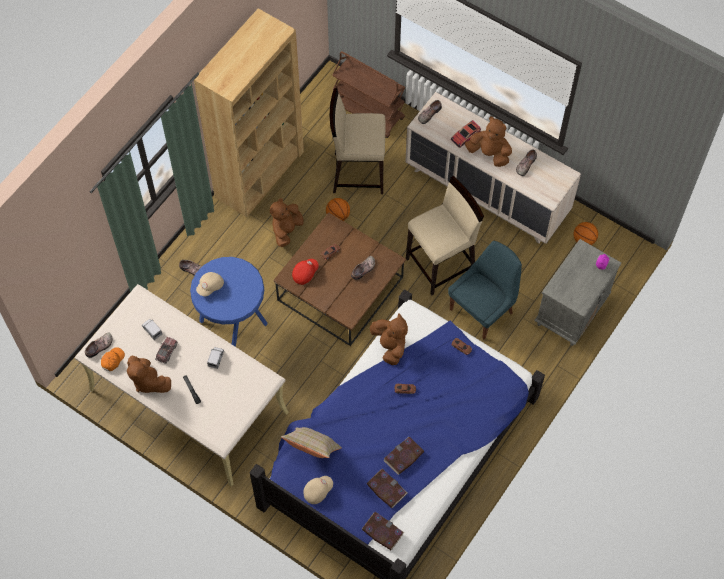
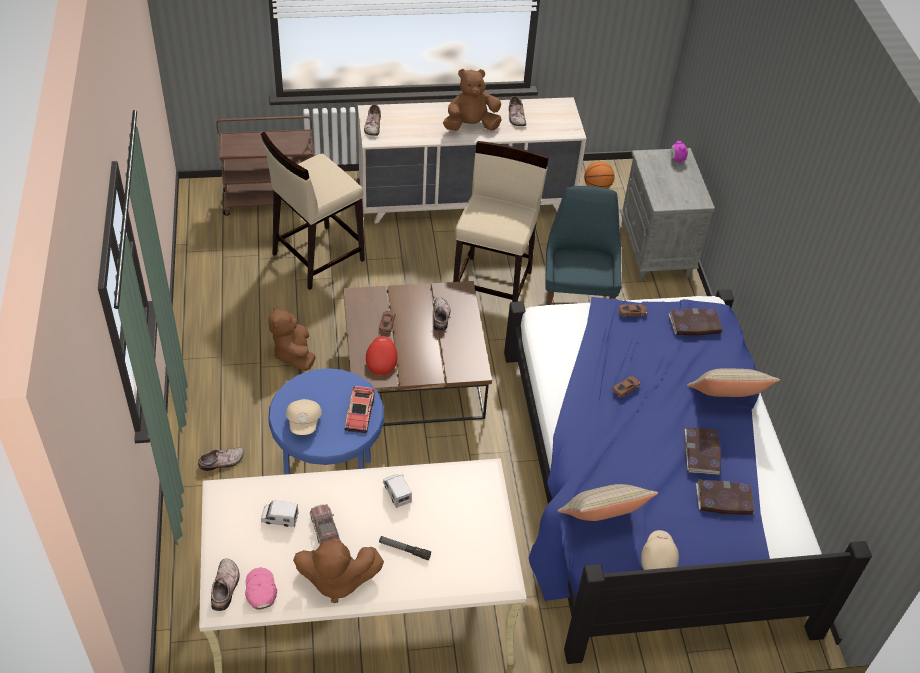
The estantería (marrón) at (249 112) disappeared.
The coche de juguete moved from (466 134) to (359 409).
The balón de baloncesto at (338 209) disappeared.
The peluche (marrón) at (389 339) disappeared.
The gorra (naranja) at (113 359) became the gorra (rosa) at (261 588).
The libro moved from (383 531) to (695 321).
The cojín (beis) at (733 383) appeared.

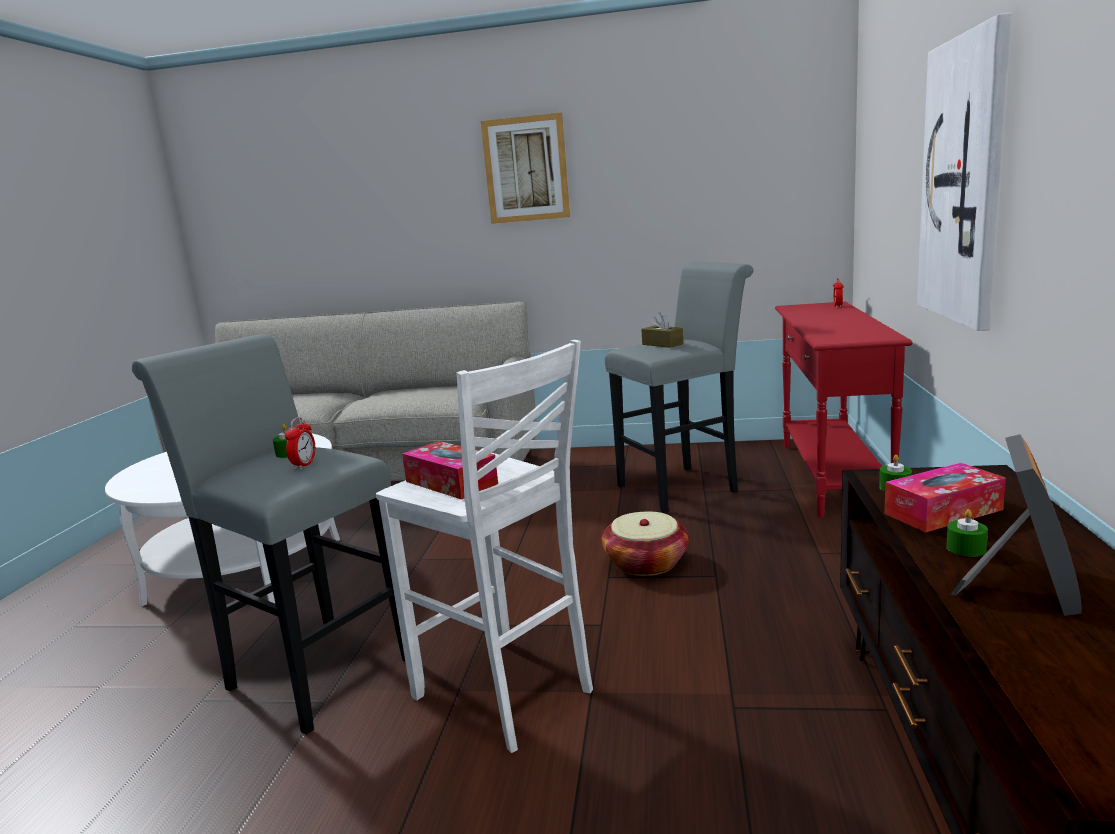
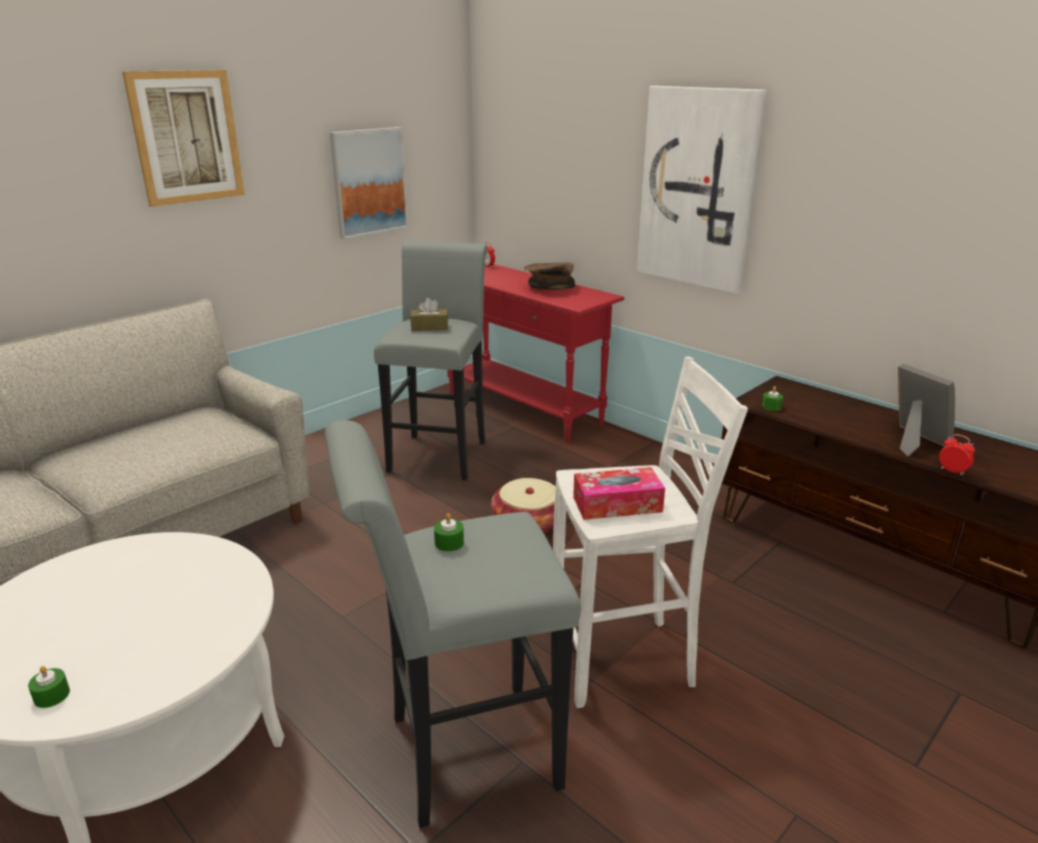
The despertador moved from (300 443) to (957 455).
The caja de pañuelos at (945 497) disappeared.
The vela (verde) moved from (967 533) to (49 687).
The cuadro at (368 183) appeared.
The cuenco (marrón) at (549 276) appeared.

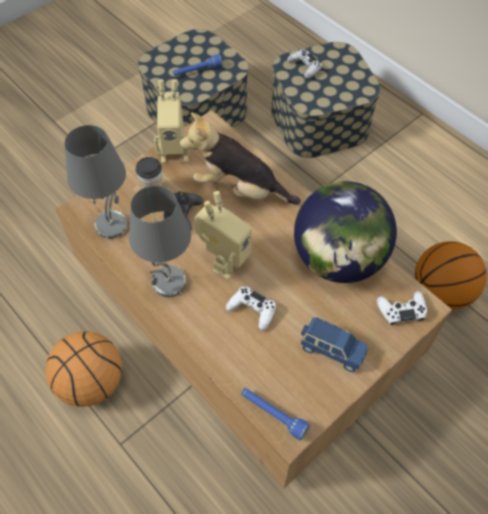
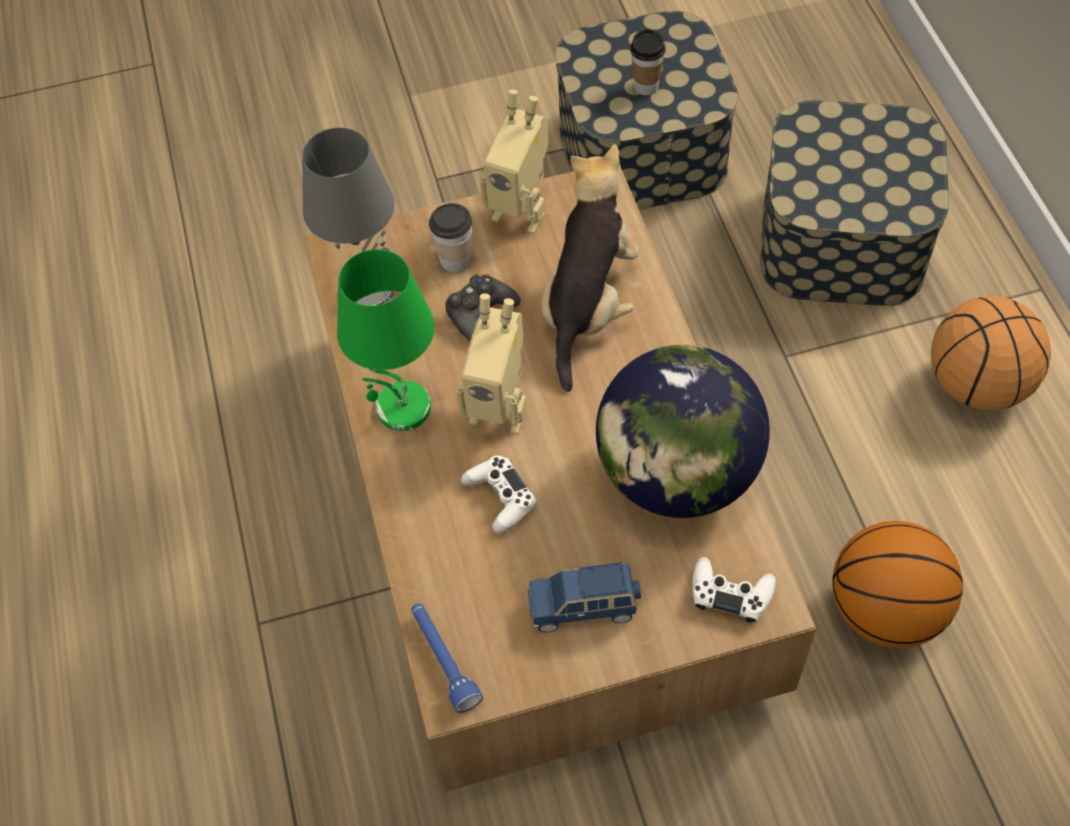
The mando de consola (blanco) at (305 64) disappeared.
The linterna (azul) at (197 65) was replaced by the taza at (648 62).
The peluche at (240 158) turned 60 degrees clockwise.
The lámpara de mesa (gris) at (160 241) became the lámpara de mesa (verde) at (386 340).
The robot de juguete at (223 235) turned 45 degrees clockwise.
The coche de juguete (azul) at (334 344) turned 120 degrees clockwise.
The balón de baloncesto moved from (83 369) to (991 353).

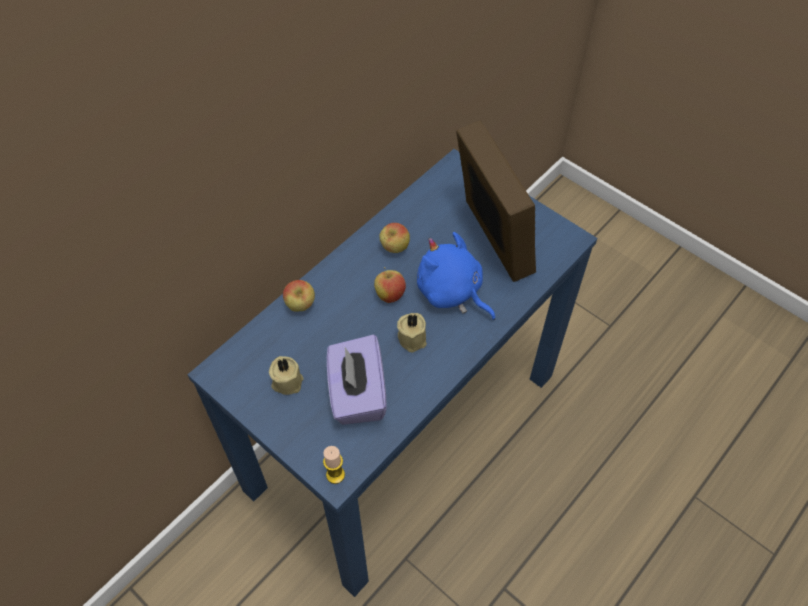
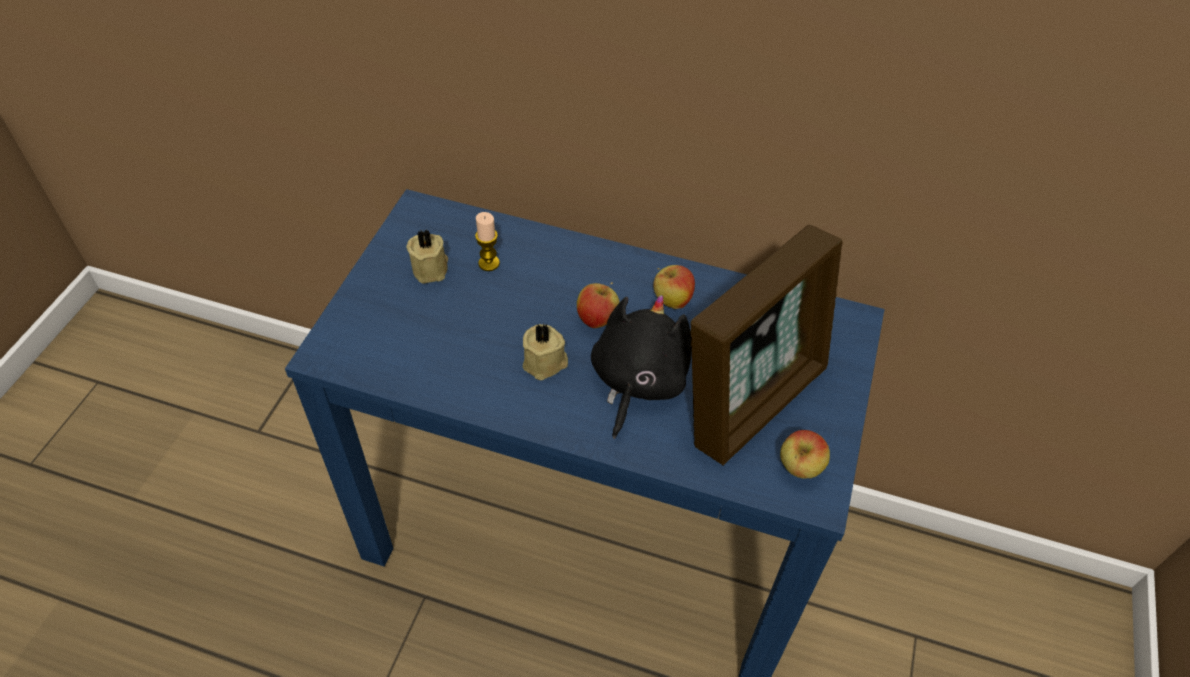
The peluche (azul) at (456 276) became the peluche (negro) at (641 367).
The manzana moved from (299 295) to (805 454).
The caja de pañuelos (morado) at (357 380) disappeared.
The vela moved from (334 465) to (487 241).

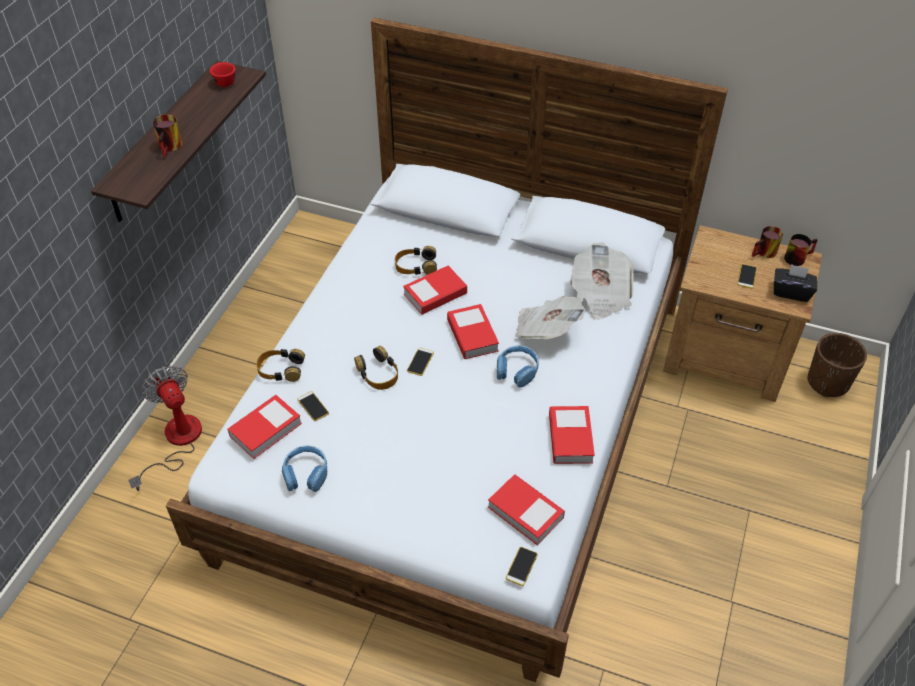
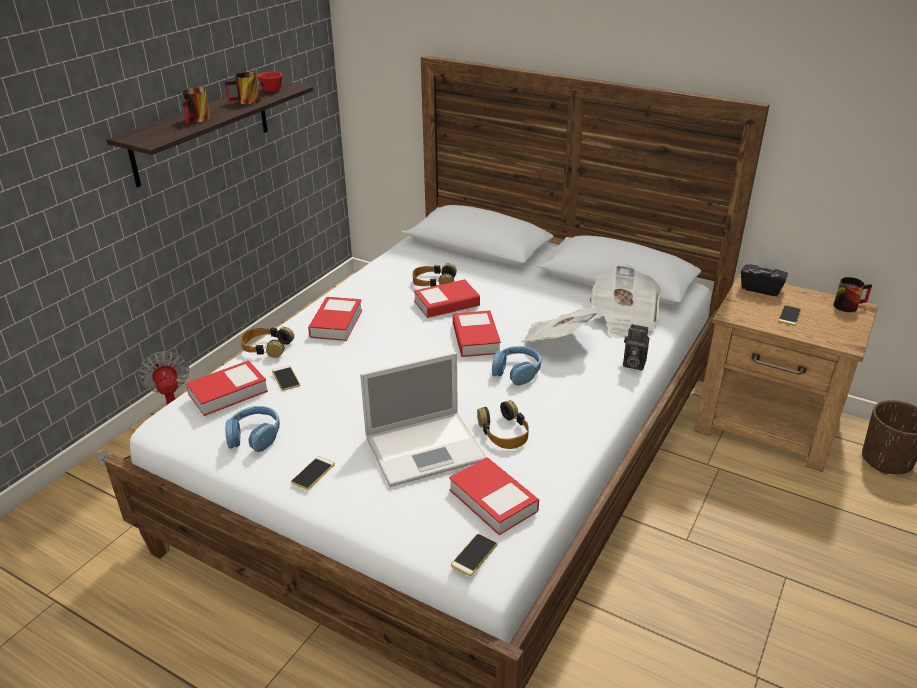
The taza grande moved from (767 242) to (242 88).
The caja de pañuelos (negro) moved from (795 283) to (764 276).
The auriculares moved from (376 368) to (503 424).
The móvil moved from (420 362) to (313 473).
The libro moved from (572 435) to (335 319).
The cámara at (636 347) appeared.
The portátil at (423 419) appeared.

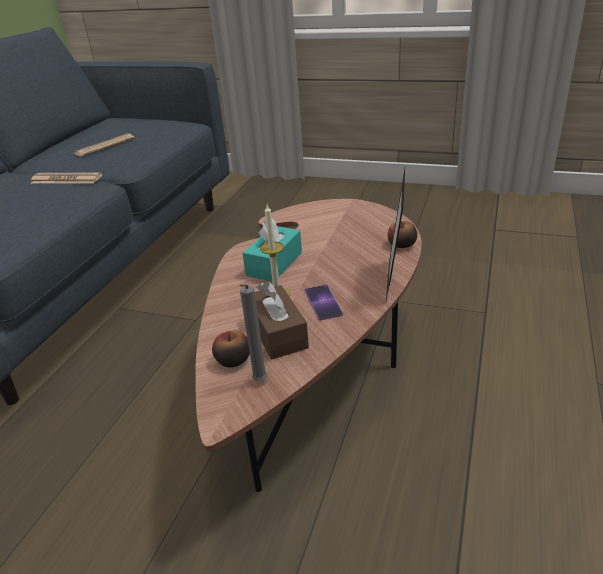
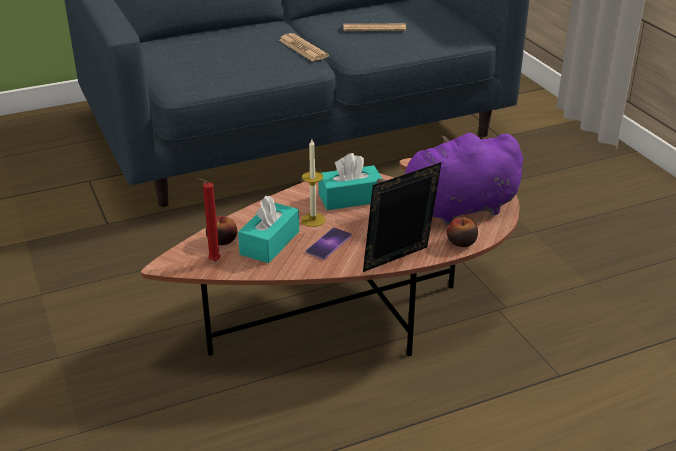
The caja de pañuelos (marrón) at (281 320) became the caja de pañuelos (turquesa) at (268 229).
The vela (gris) at (253 332) became the vela (rojo) at (209 219).
The peluche (morado) at (450 179) appeared.

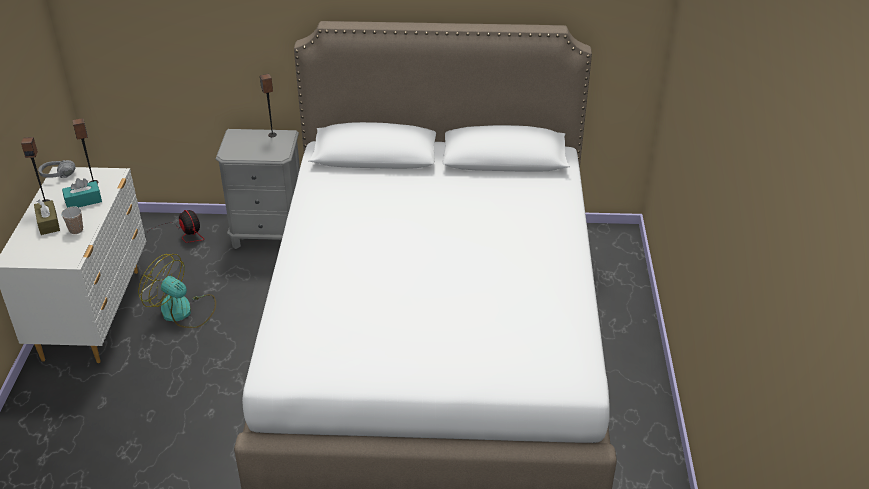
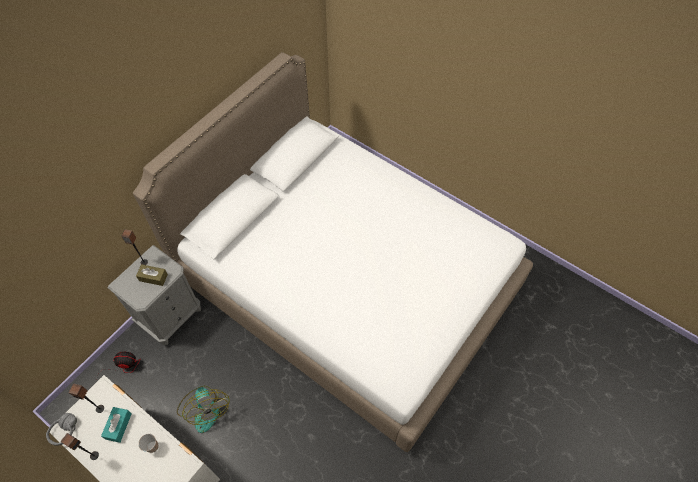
The caja de pañuelos (marrón) moved from (47 217) to (152 275).
The ventilador at (177 291) turned 90 degrees counterclockwise.

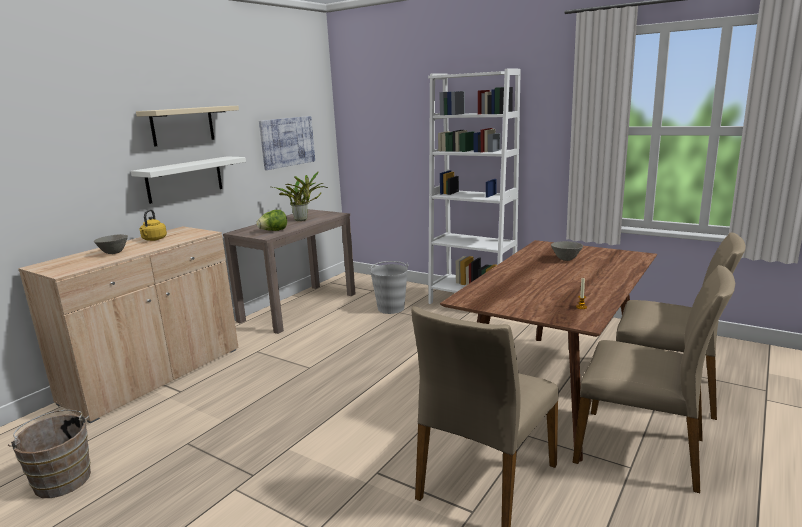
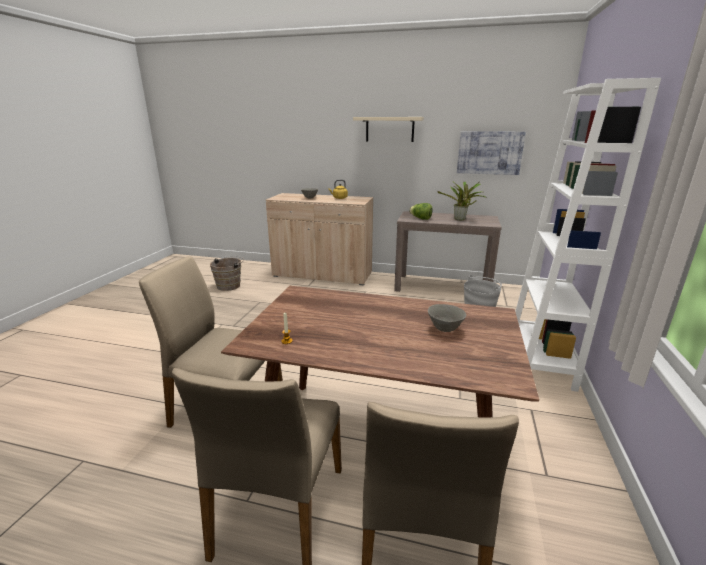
The estante (blanco) at (188 180) disappeared.

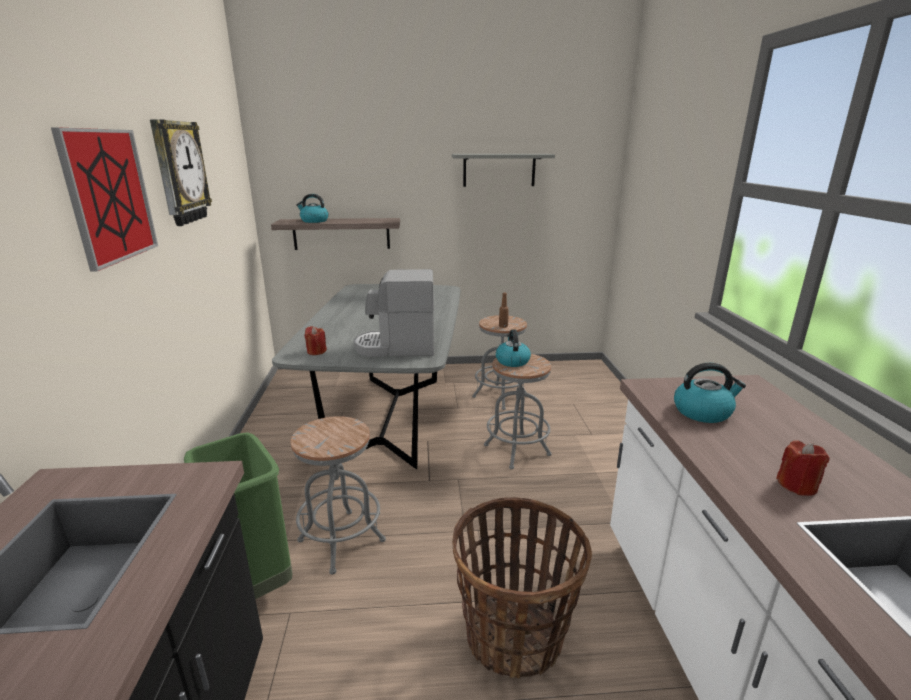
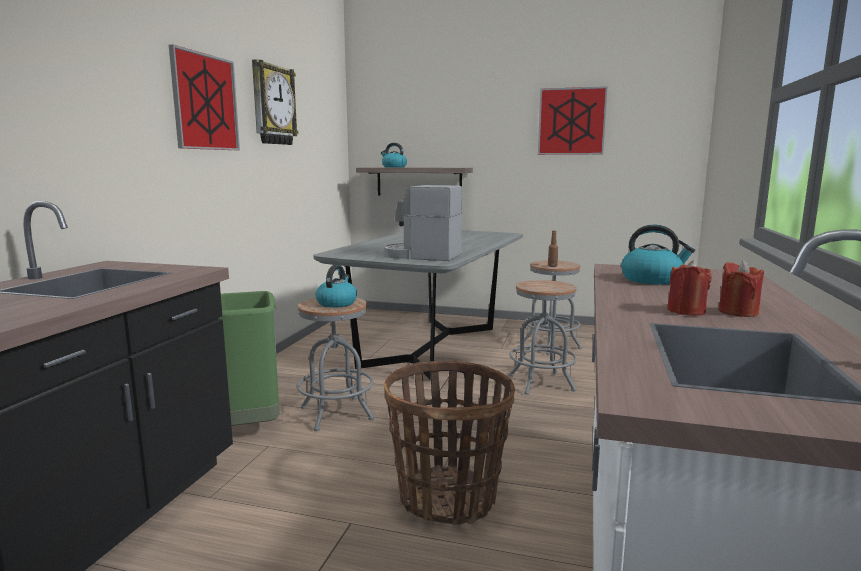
The estante (gris) at (503 170) was replaced by the cuadro at (572 120).
The vela (rojo) moved from (316 340) to (741 288).
The hervidor moved from (513 348) to (336 286).

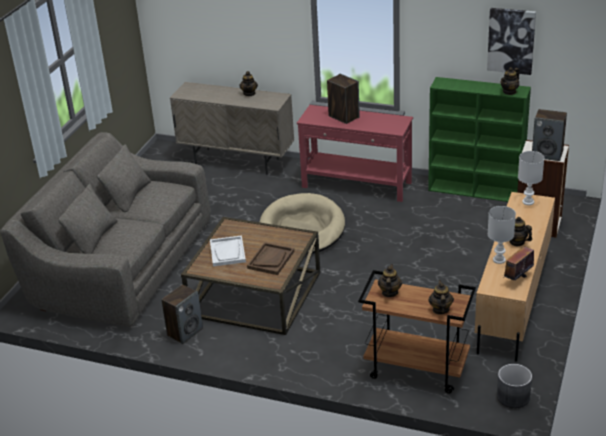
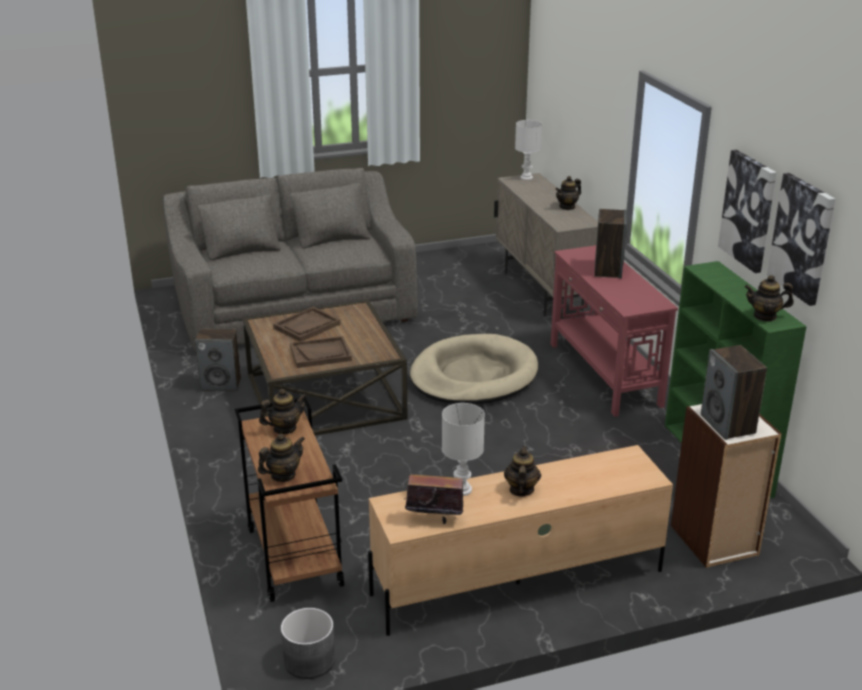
The lámpara de mesa (blanco) moved from (531 178) to (528 150).
The bandeja (blanco) at (228 250) became the bandeja (marrón) at (306 324).
The cuadro at (747 211) appeared.

